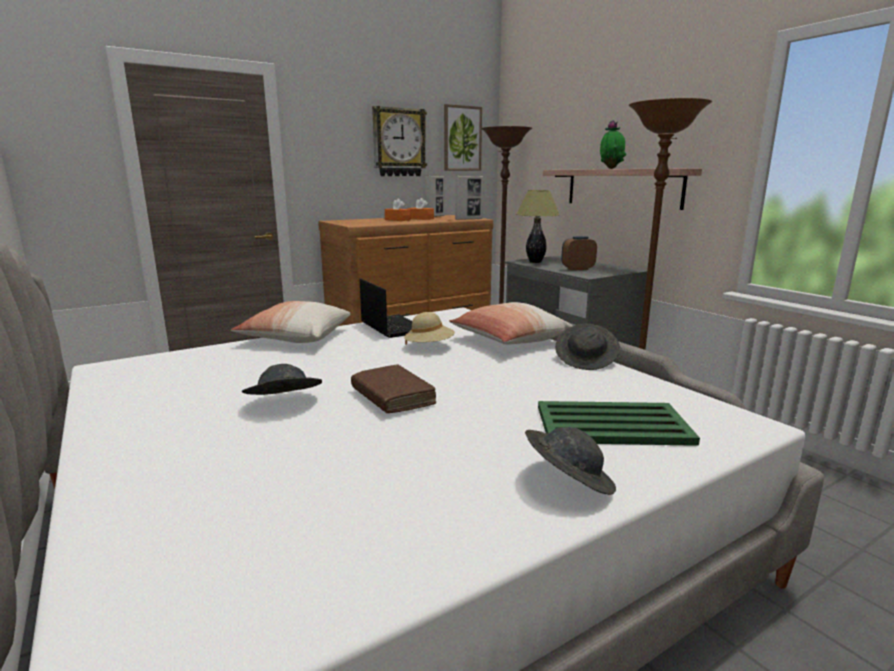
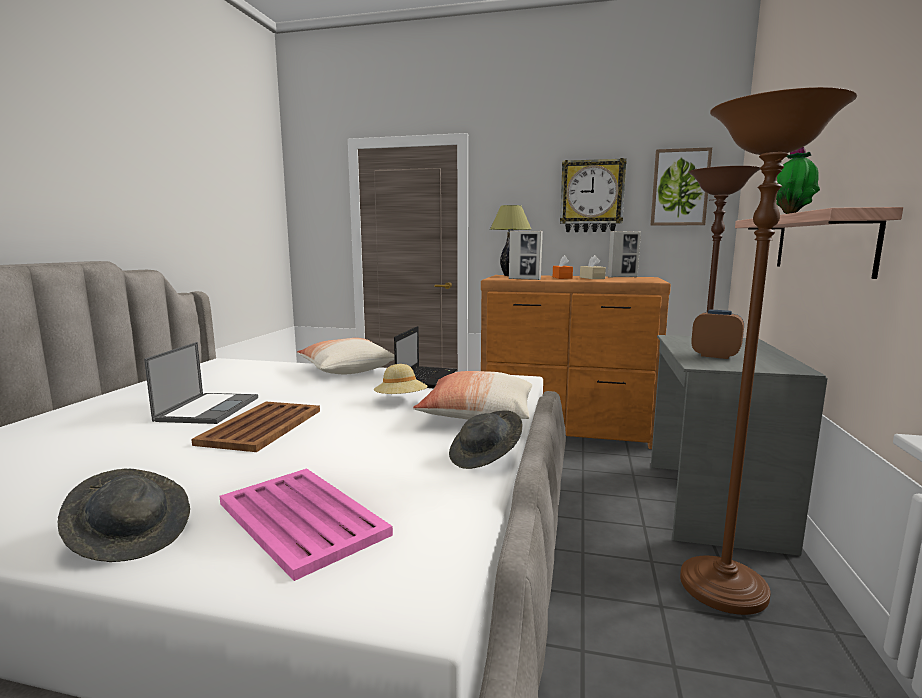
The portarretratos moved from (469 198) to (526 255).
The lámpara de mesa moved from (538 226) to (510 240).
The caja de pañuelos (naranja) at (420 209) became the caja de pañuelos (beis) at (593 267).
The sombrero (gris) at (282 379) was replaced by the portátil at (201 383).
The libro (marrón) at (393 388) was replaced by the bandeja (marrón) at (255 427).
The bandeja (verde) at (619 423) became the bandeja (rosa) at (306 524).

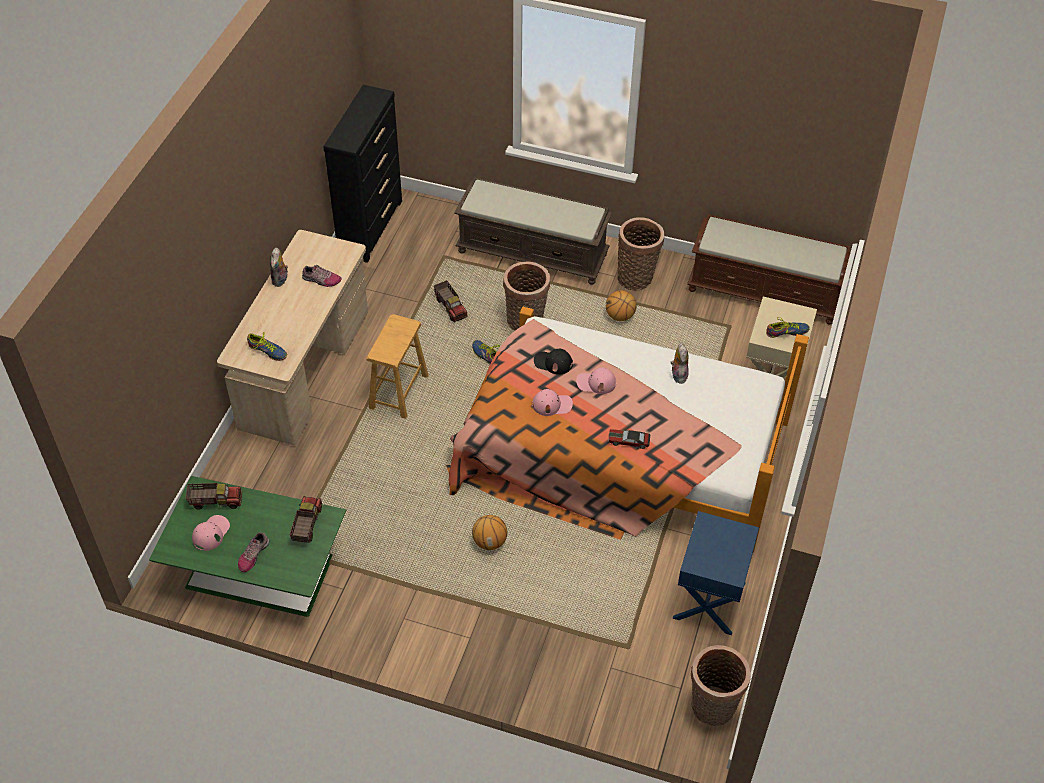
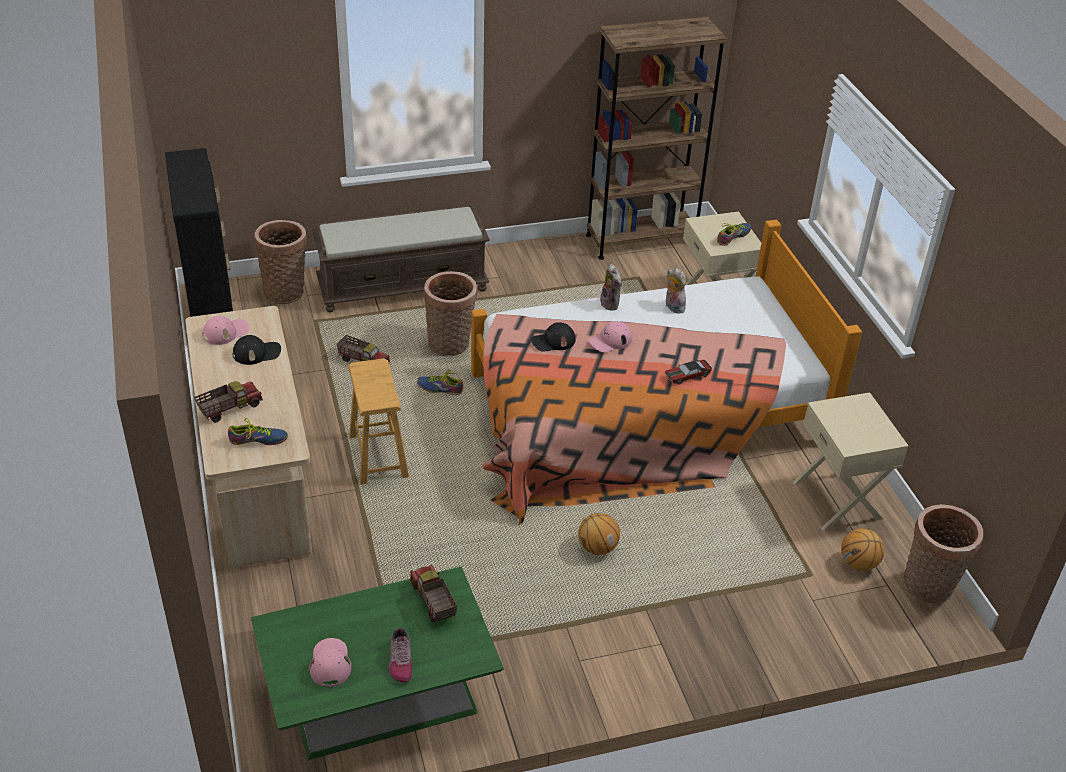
The banco (marrón) at (769 269) was replaced by the estantería (marrón) at (656 138).
The cesta moved from (640 253) to (280 262).
The peluche moved from (279 267) to (611 287).
The zapato at (322 275) was replaced by the gorra (negro) at (257 350).
The balón de baloncesto moved from (621 305) to (863 549).
The gorra (rosa) moved from (552 402) to (225 330).
The camión de juguete moved from (214 496) to (228 402).
The mesita de noche (azul) at (715 573) became the mesita de noche (beis) at (850 461).

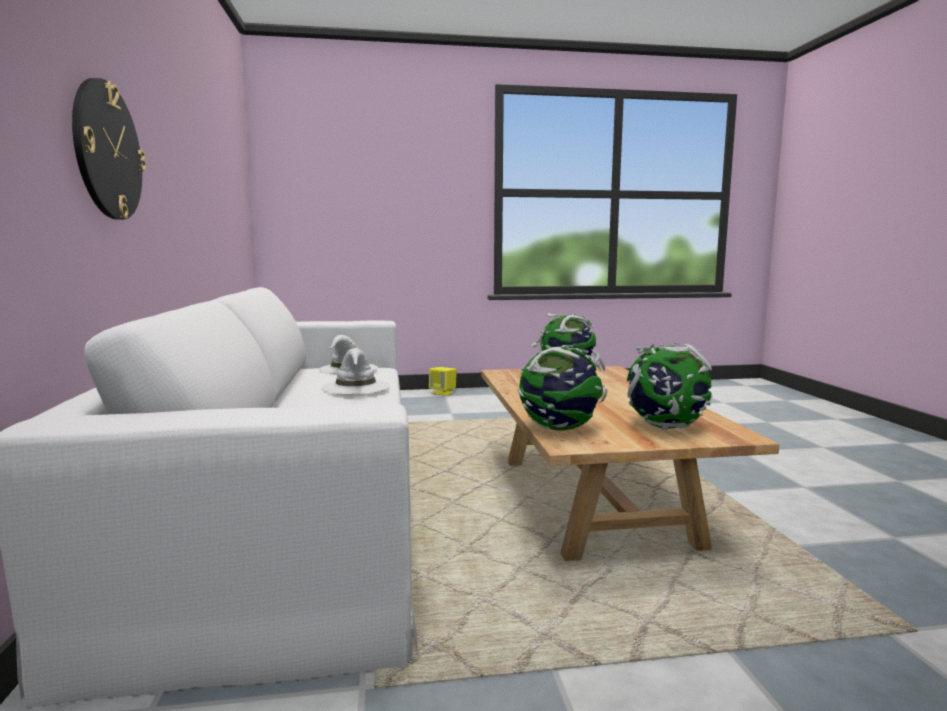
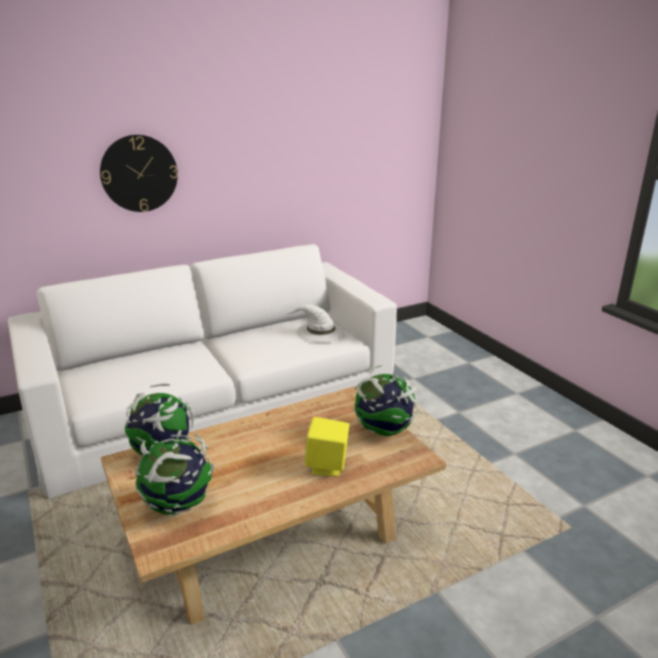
The sombrero (blanco) at (355 371) disappeared.
The altavoz (amarillo) moved from (443 381) to (327 446).

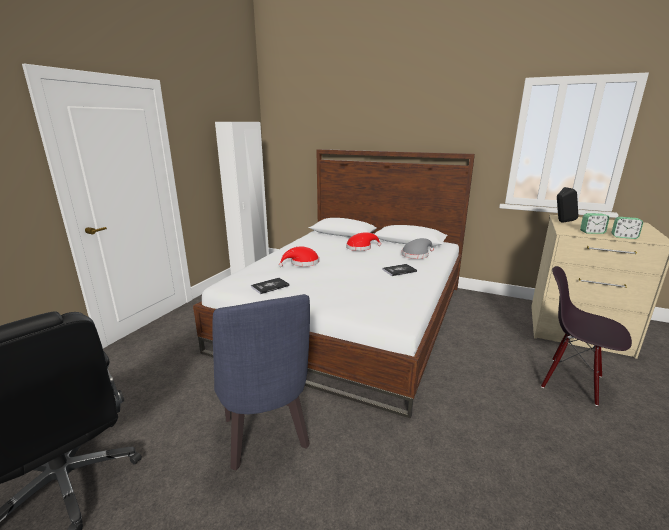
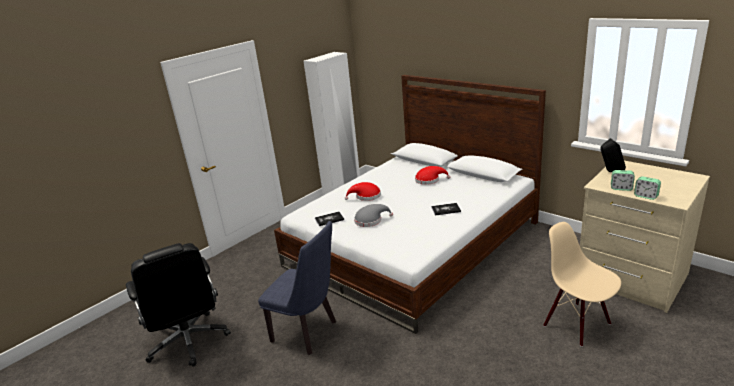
The sombrero (gris) moved from (418 248) to (373 215).
The silla (negro) at (586 336) became the silla (beis) at (582 284).
The silla (azul) at (261 382) turned 60 degrees counterclockwise.

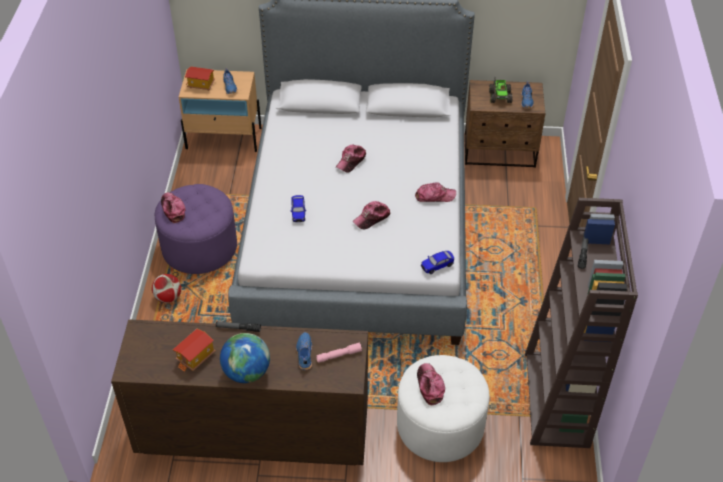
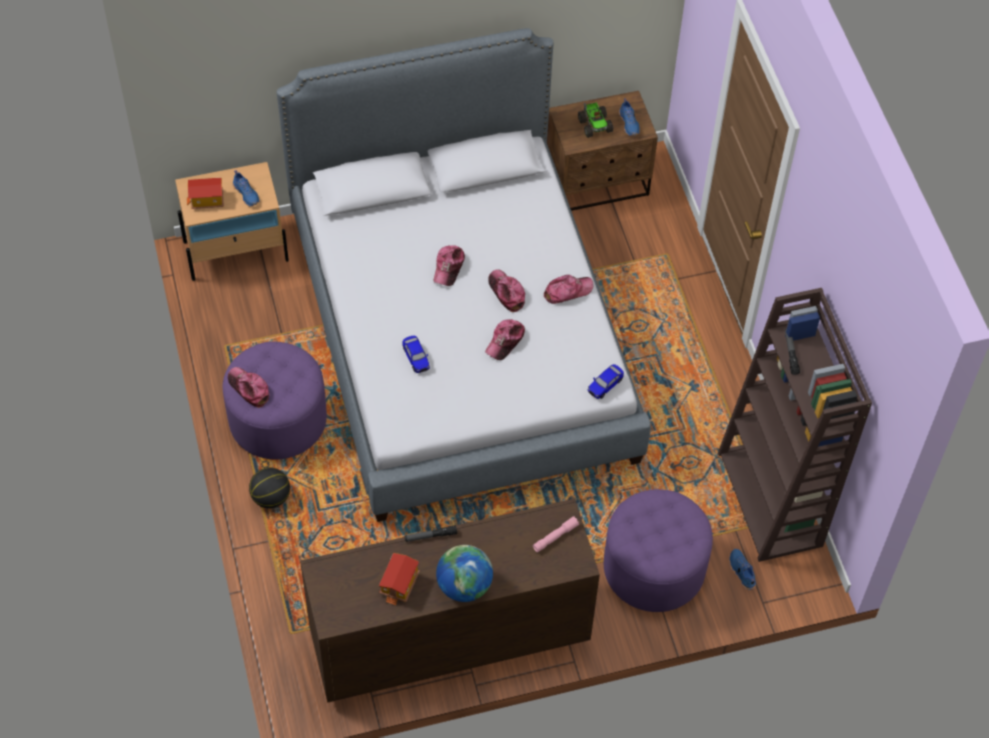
The balón de fútbol at (166 288) was replaced by the balón de baloncesto at (269 487).
The zapato (azul) moved from (304 351) to (742 569).
The puf (blanco) at (443 408) became the puf (morado) at (658 550).
The gorra moved from (431 384) to (506 290).

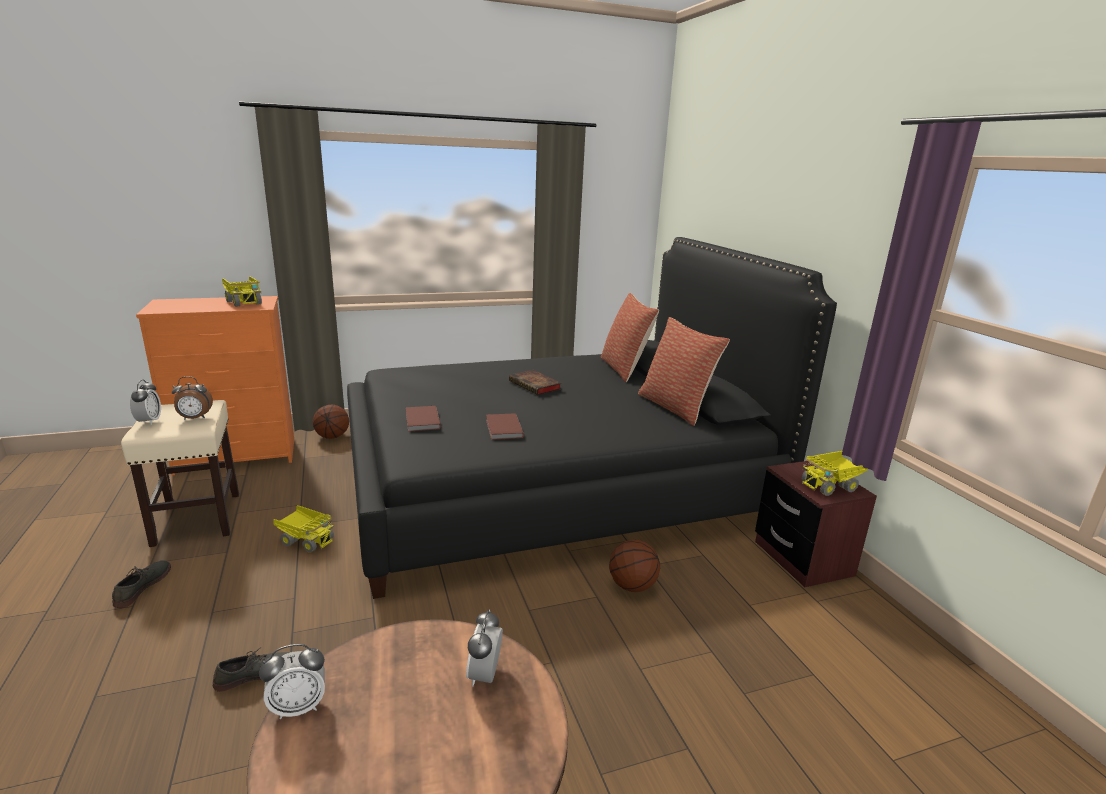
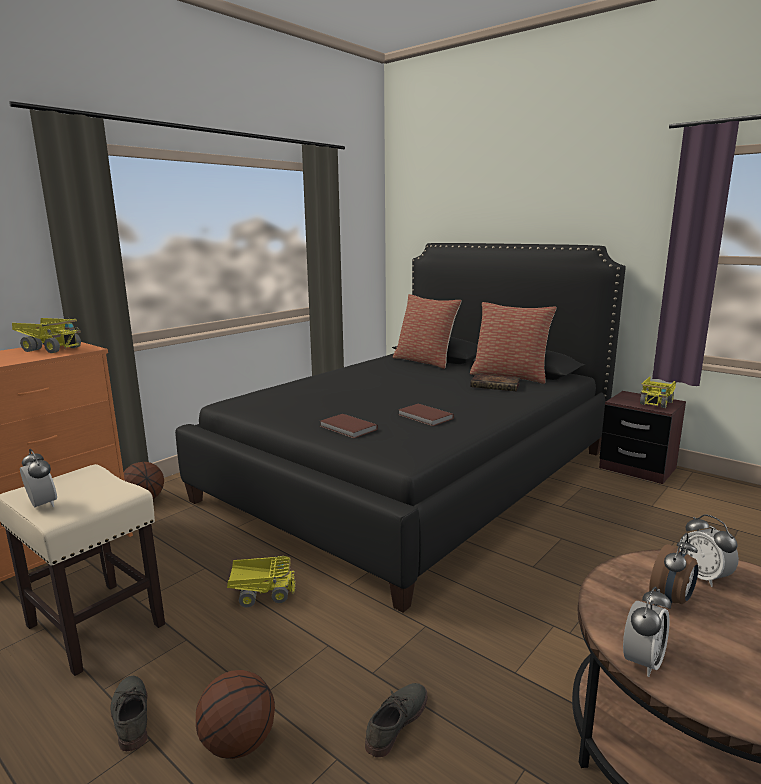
The libro moved from (535 382) to (495 383).
The despertador moved from (192 398) to (674 568).
The balón de baloncesto moved from (634 566) to (235 714).

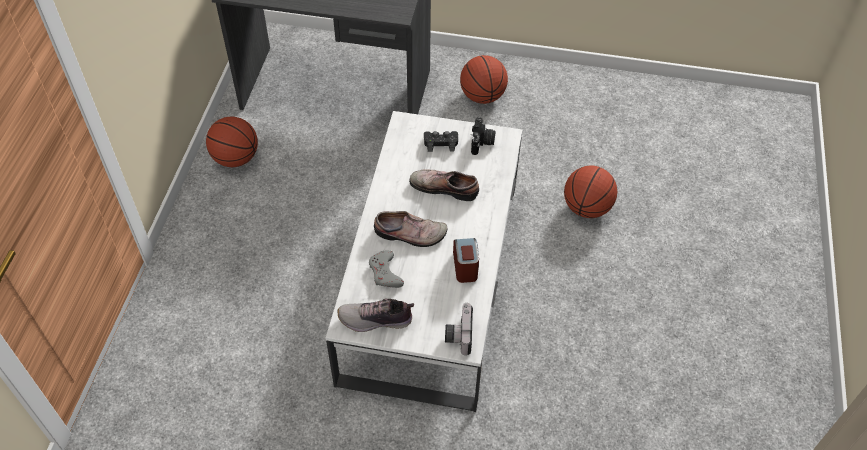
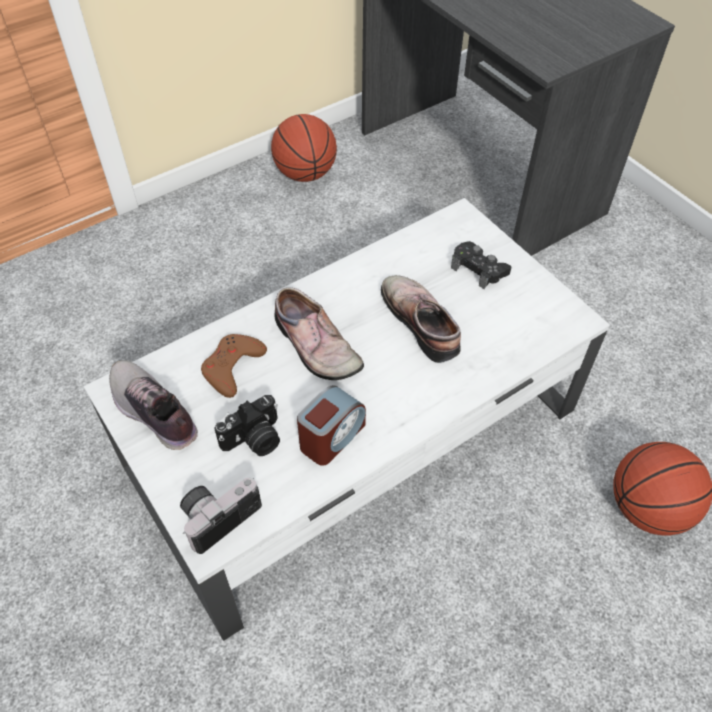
The balón de baloncesto at (484 79) disappeared.
The cámara moved from (483 136) to (247 425).
The mando de consola (gris) at (386 269) became the mando de consola (marrón) at (234 366).

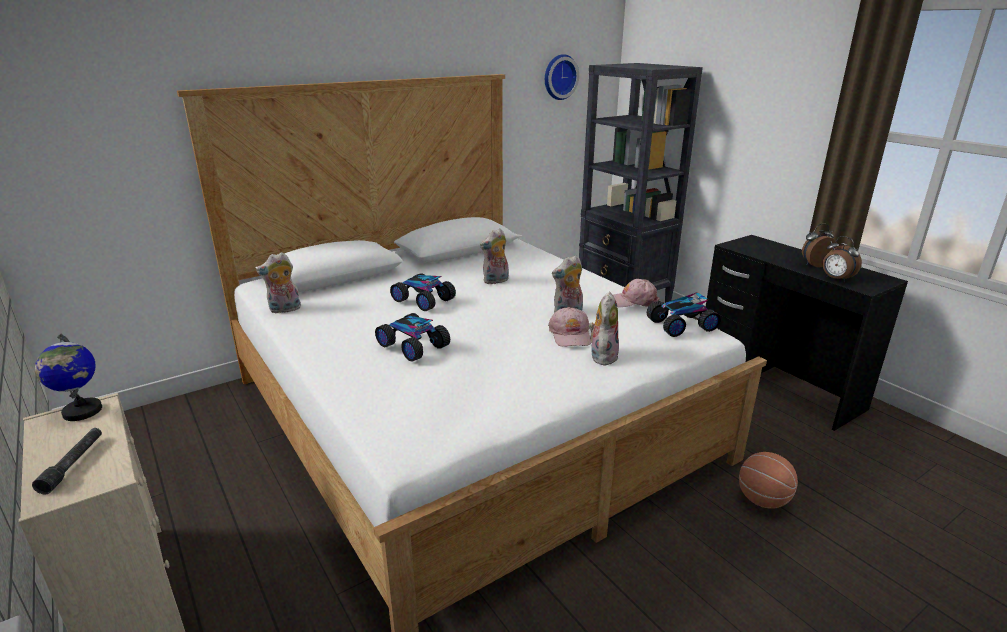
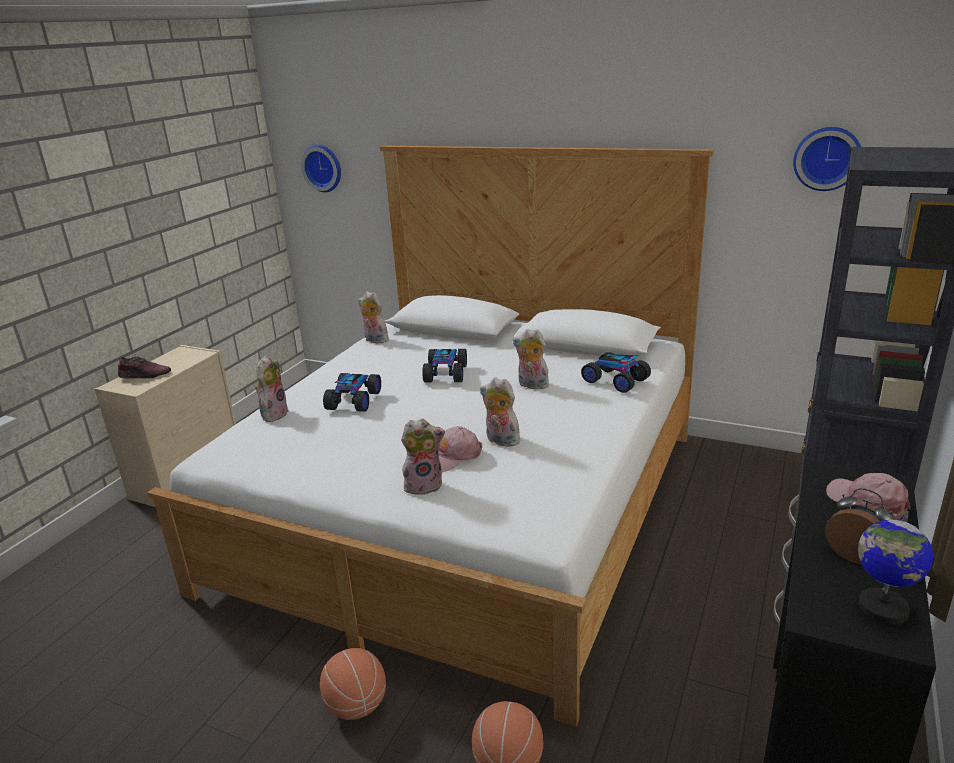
The despertador at (842 259) disappeared.
The gorra (rosa) moved from (636 293) to (868 496).
The coche de juguete moved from (684 315) to (616 372).
The globo terráqueo moved from (68 377) to (895 567).
The linterna (gris) at (67 461) was replaced by the zapato at (144 367).
The reloj de pared at (321 168) appeared.
The peluche at (272 389) appeared.
The balón de baloncesto at (353 684) appeared.

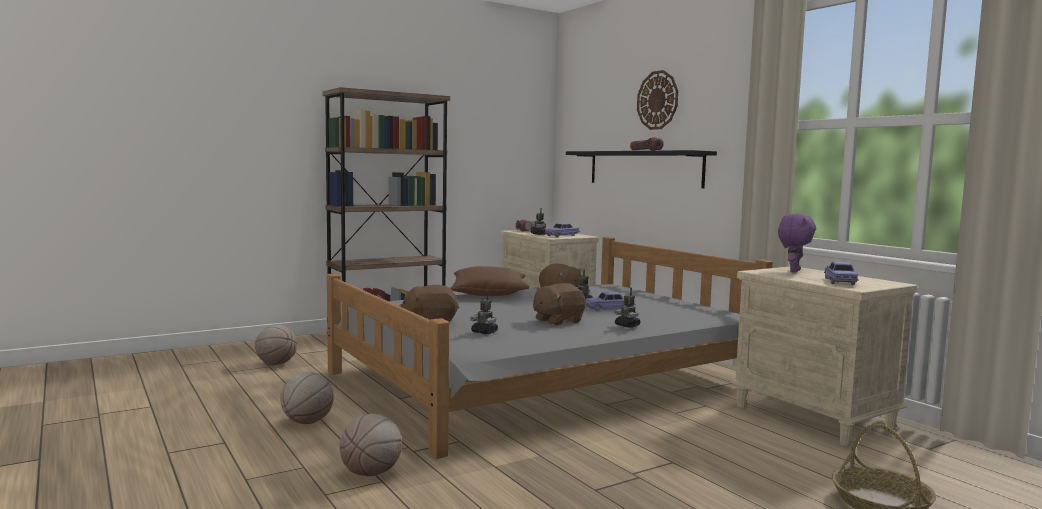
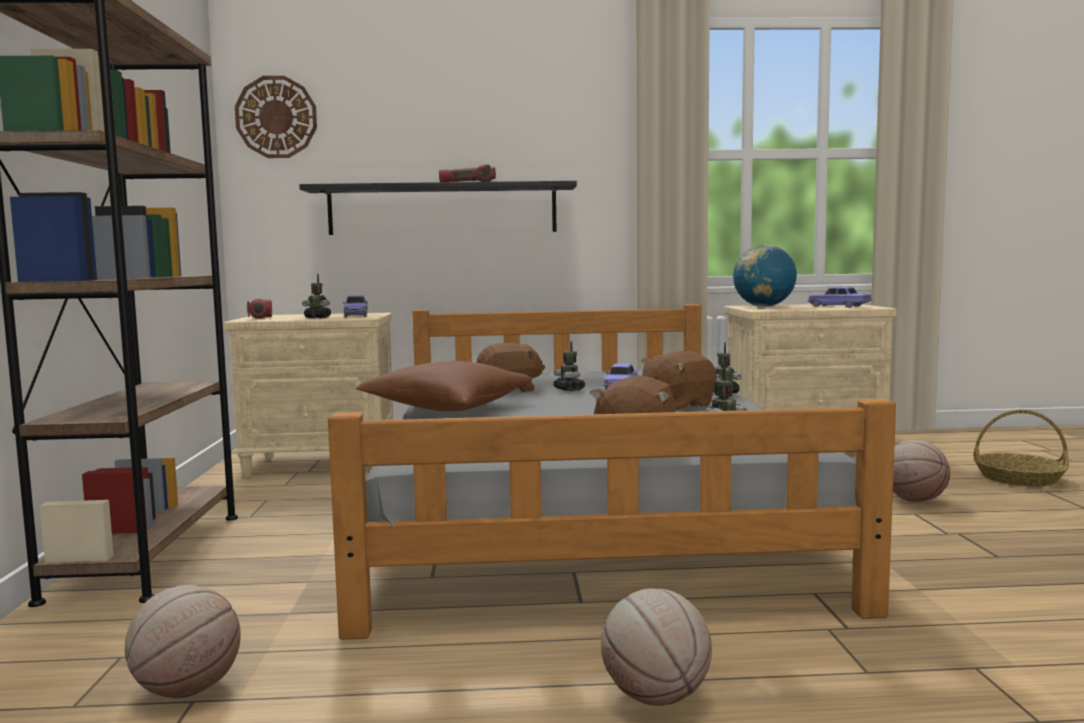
The reloj de pared moved from (657 100) to (276 117).
The peluche (morado) at (797 242) was replaced by the globo terráqueo at (765 276).
The peluche (marrón) at (559 304) turned 60 degrees clockwise.
The balón de baloncesto moved from (371 444) to (921 471).

